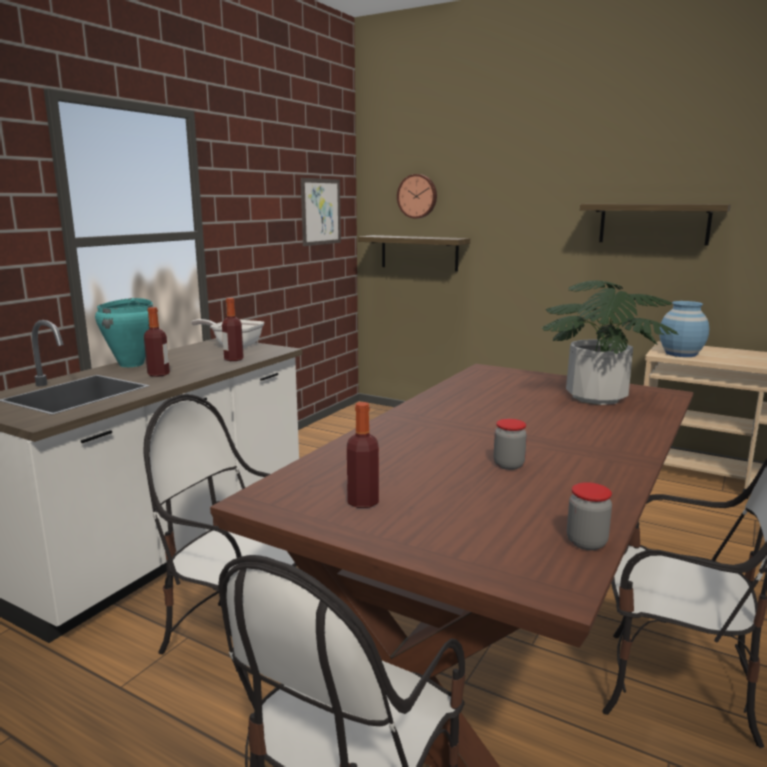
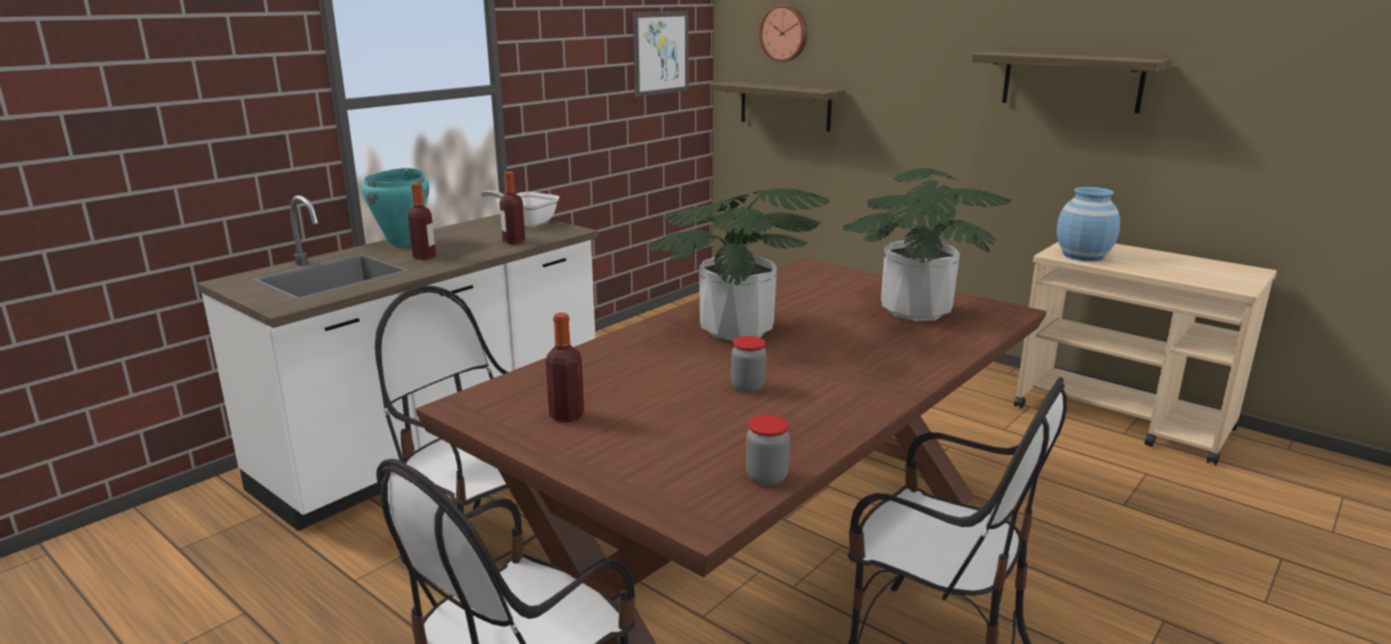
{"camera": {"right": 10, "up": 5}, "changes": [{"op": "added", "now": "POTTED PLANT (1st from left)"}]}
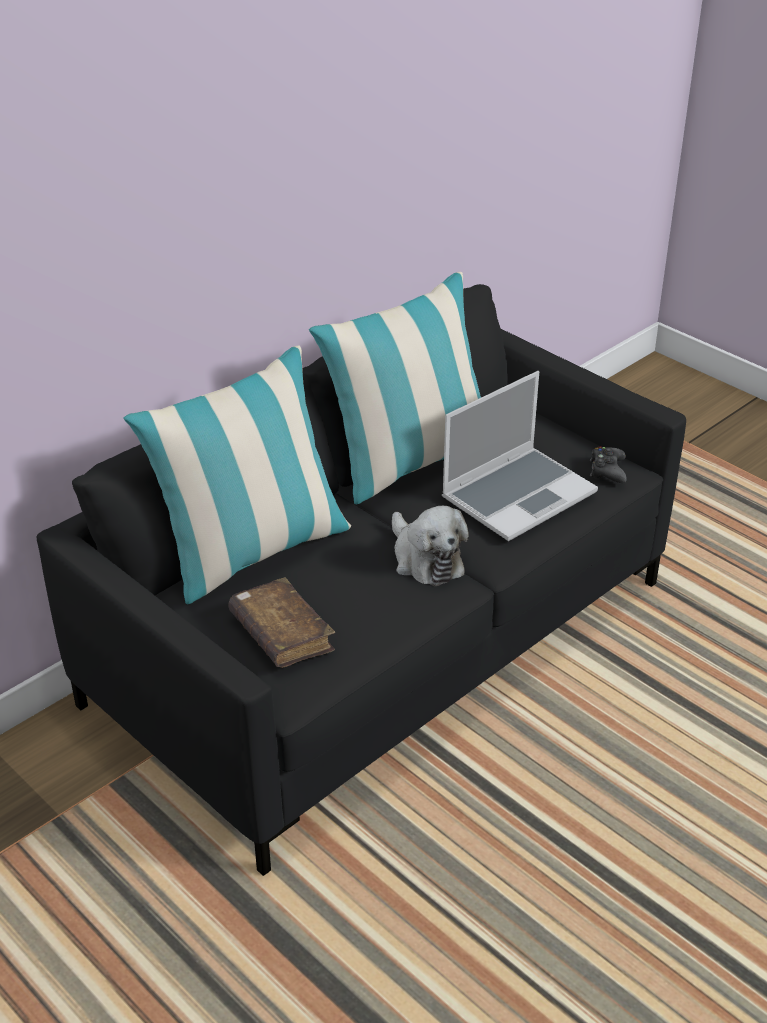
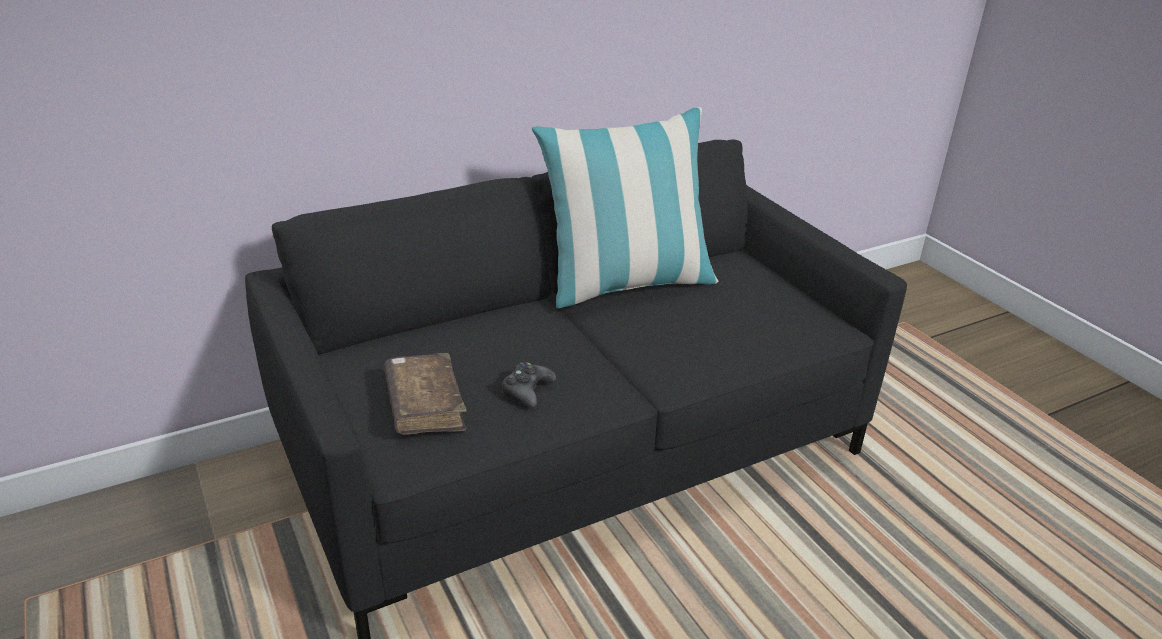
{"camera": {"right": 15, "up": -5}, "changes": [{"op": "removed", "was": "PILLOW (1st from left)"}, {"op": "removed", "was": "PLUSH TOY"}, {"op": "removed", "was": "LAPTOP"}, {"op": "moved", "was": "BLACK GAME CONTROLLER"}]}
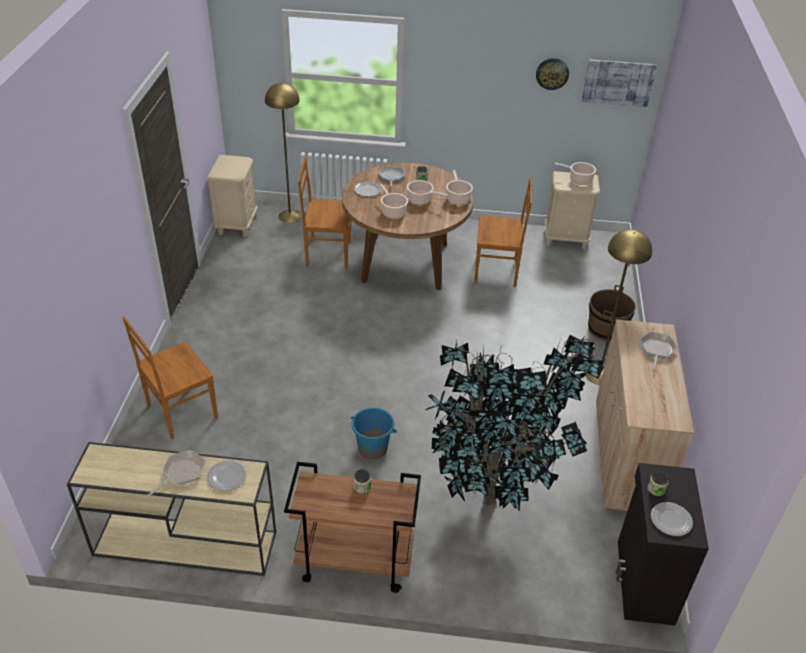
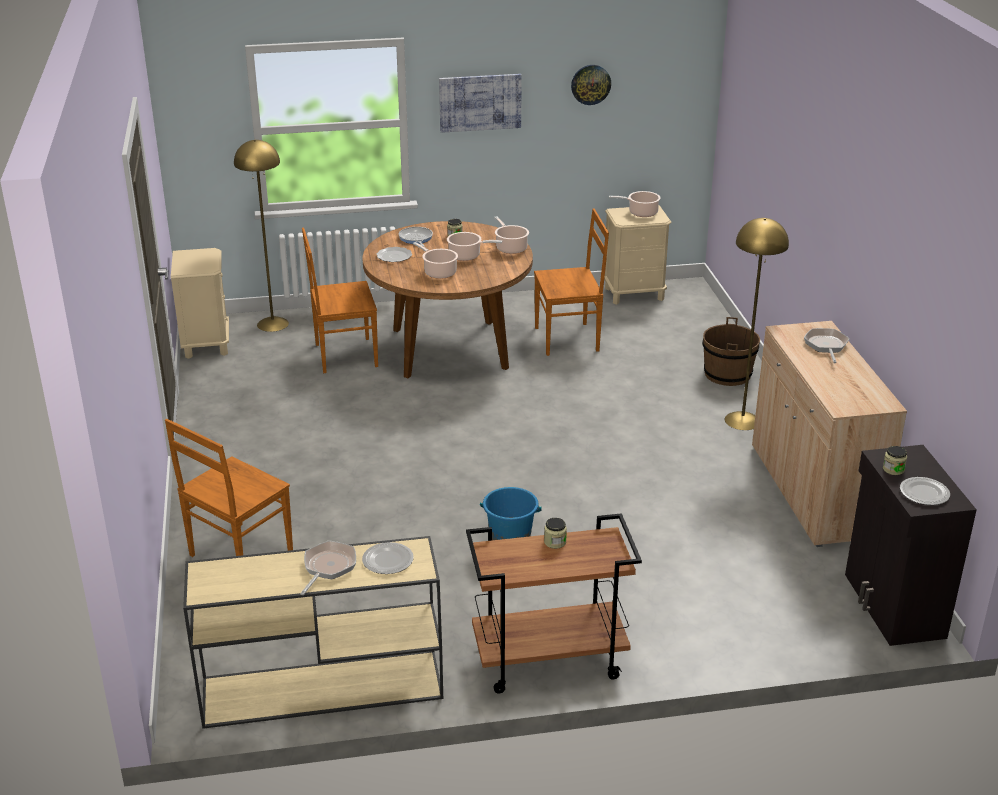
{"camera": {"right": -15, "up": -10}, "changes": [{"op": "removed", "was": "POTTED PLANT"}, {"op": "moved", "was": "PICTURE"}]}
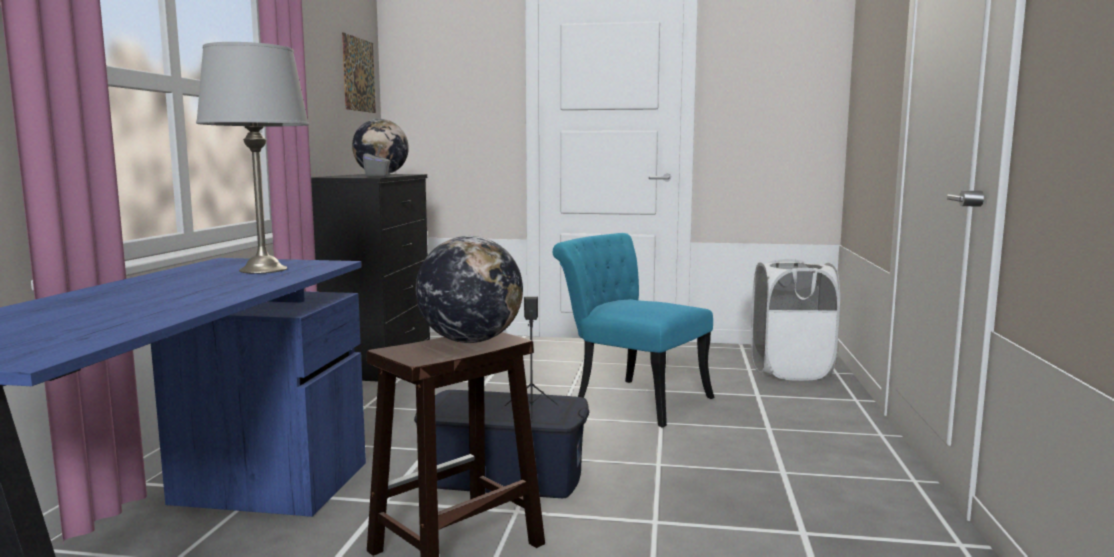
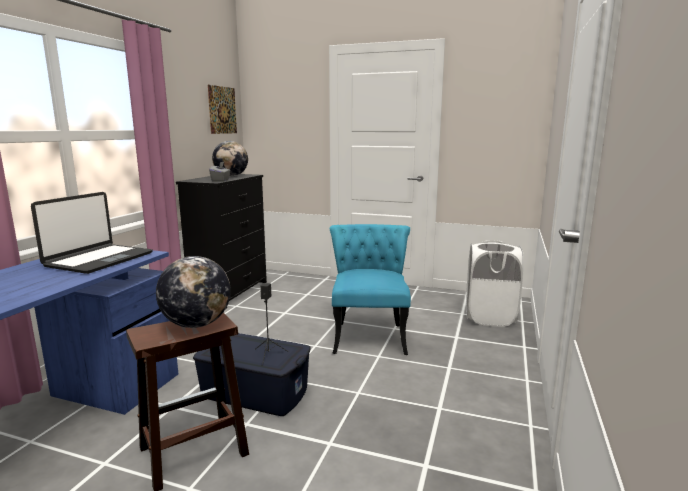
{"camera": {"right": 10, "up": 5}, "changes": [{"op": "replaced", "was": "GREY TABLE LAMP", "now": "LAPTOP"}, {"op": "turned", "was": "TURQUOISE CHAIR", "clockwise": 45}]}
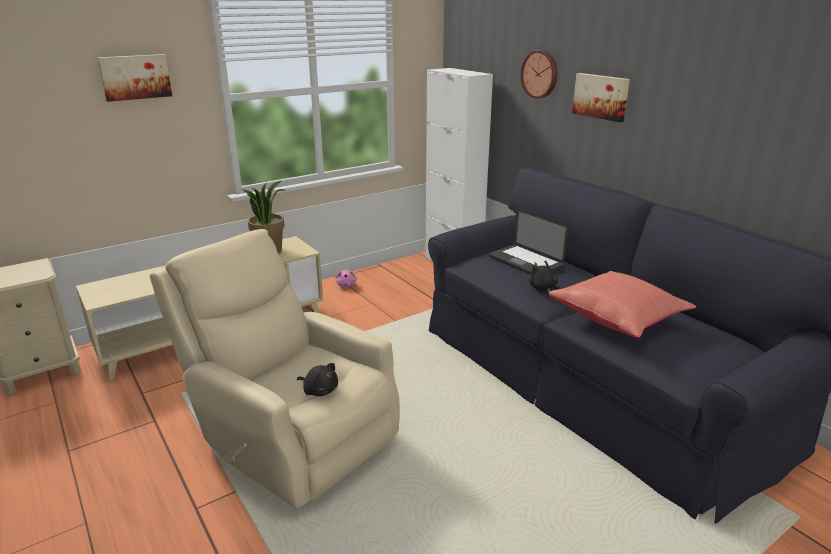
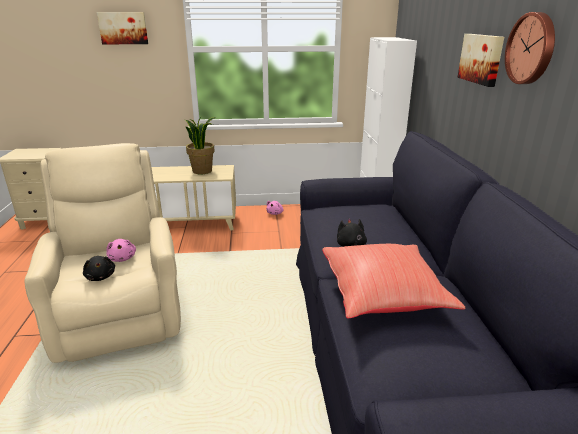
{"camera": {"right": 30, "up": 0}, "changes": [{"op": "removed", "was": "LAPTOP"}, {"op": "moved", "was": "WALL CLOCK"}, {"op": "added", "now": "PINK PLUSH TOY (1st from left)"}]}
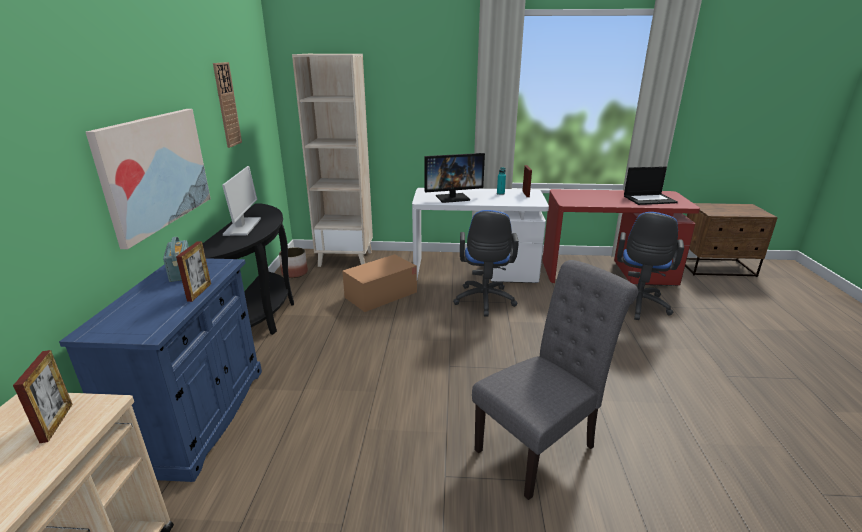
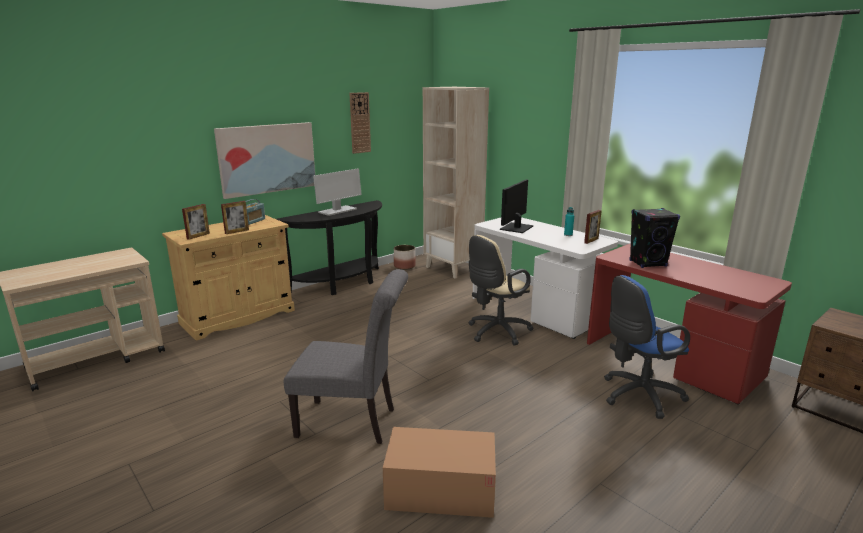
{"camera": {"right": 45, "up": -5}, "changes": [{"op": "moved", "was": "PICTURE FRAME (1st from left)"}, {"op": "recoloured", "was": "BLUE CABINET", "now": "BEIGE CABINET"}, {"op": "moved", "was": "CARDBOARD BOX"}, {"op": "turned", "was": "MONITOR (2nd from left)", "clockwise": 90}, {"op": "recoloured", "was": "BLUE OFFICE CHAIR (1st from left)", "now": "BEIGE OFFICE CHAIR"}, {"op": "removed", "was": "LAPTOP"}, {"op": "added", "now": "BLACK SPEAKER"}]}
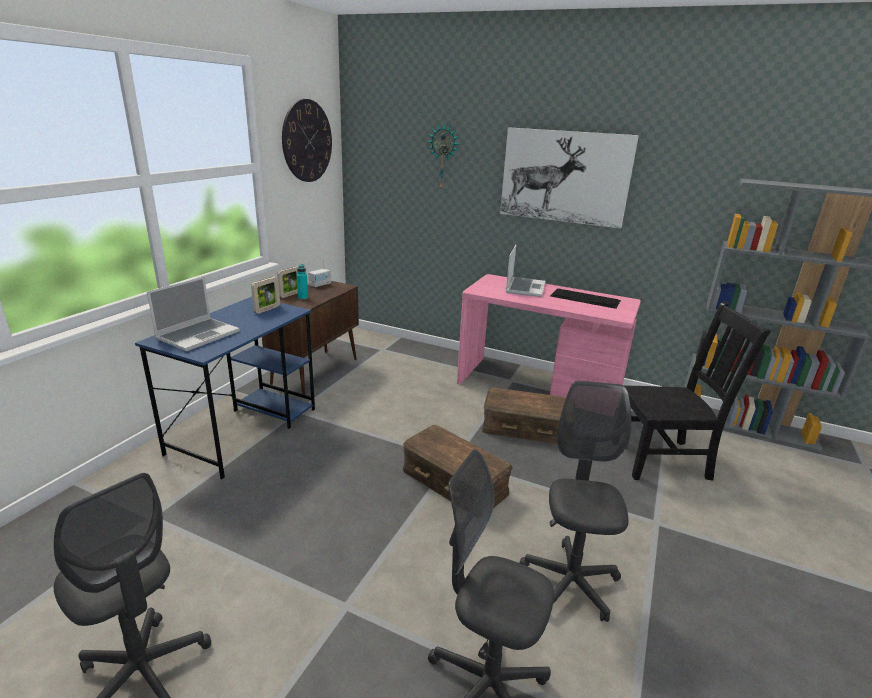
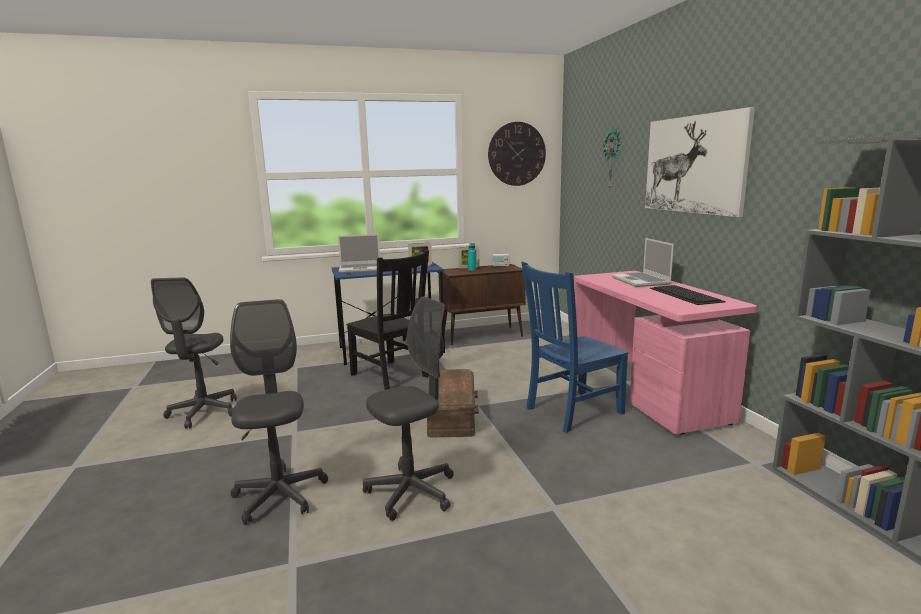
{"camera": {"right": 50, "up": -10}, "changes": [{"op": "replaced", "was": "BROWN STORAGE BOX (2nd from left)", "now": "BLUE CHAIR"}, {"op": "turned", "was": "LAPTOP (2nd from left)", "clockwise": 105}, {"op": "moved", "was": "BLACK CHAIR"}]}
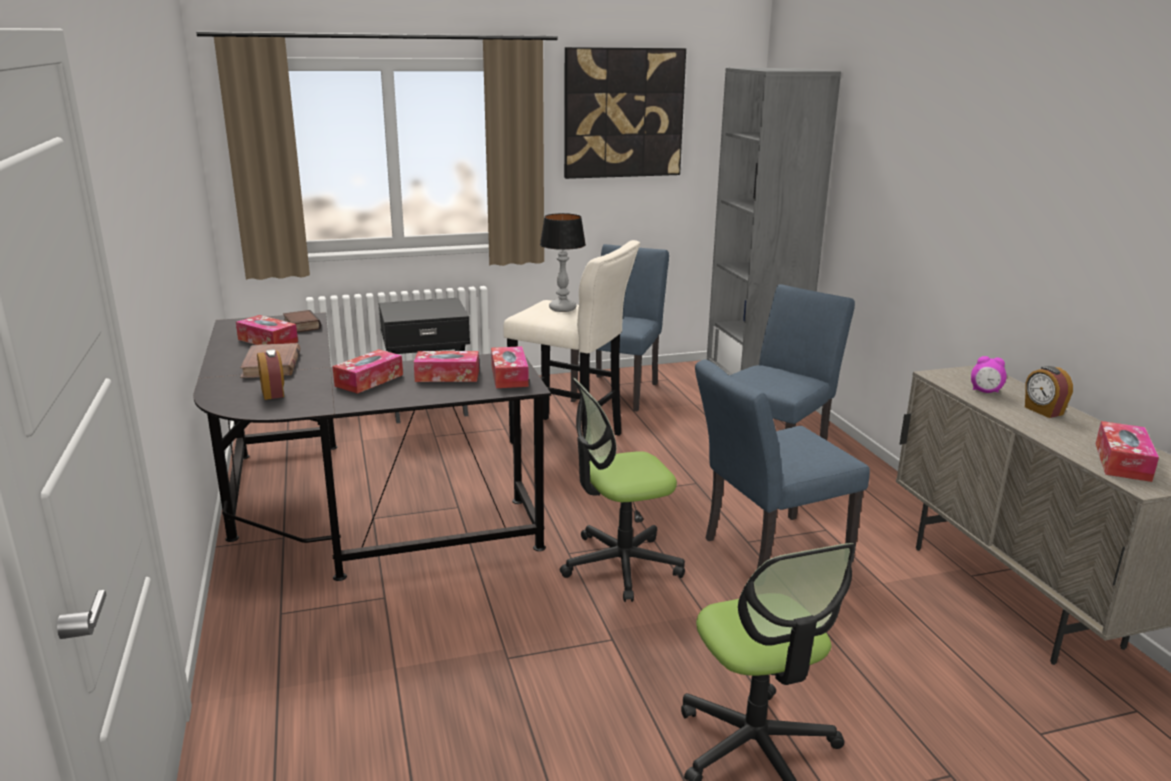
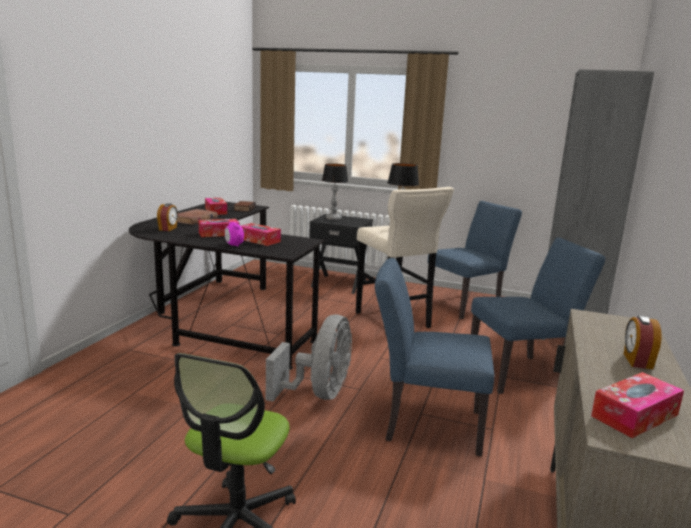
{"camera": {"right": 35, "up": -5}, "changes": [{"op": "removed", "was": "TISSUE BOX (4th from left)"}, {"op": "replaced", "was": "OFFICE CHAIR (1st from left)", "now": "GREY FAN"}, {"op": "removed", "was": "PICTURE"}, {"op": "moved", "was": "ALARM CLOCK (2nd from left)"}, {"op": "added", "now": "TABLE LAMP (1st from left)"}]}
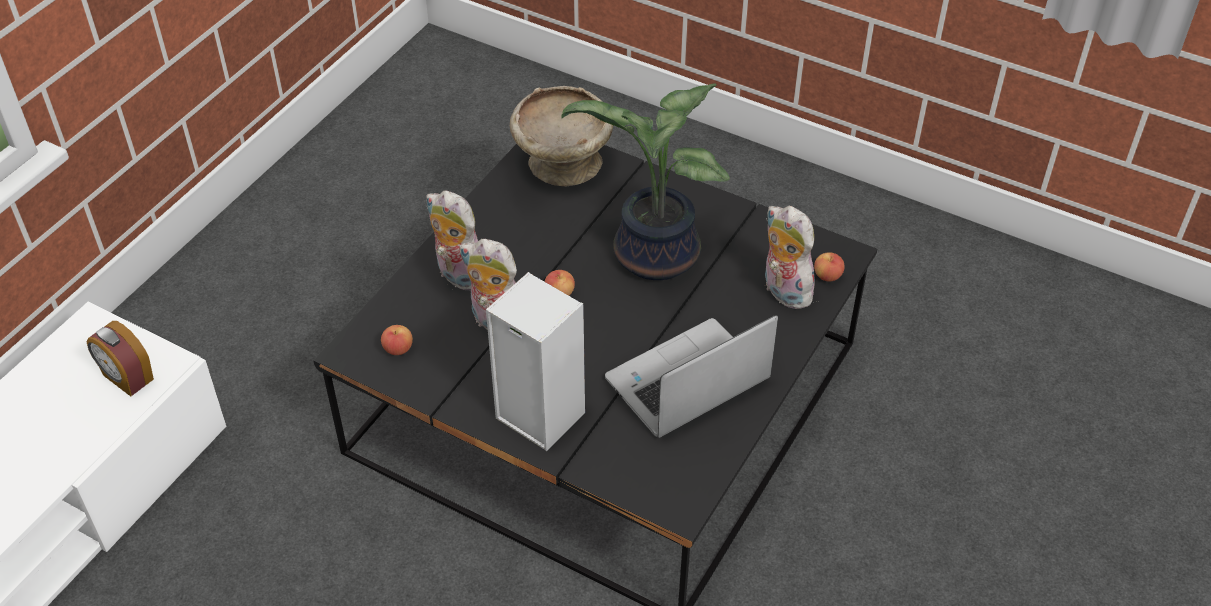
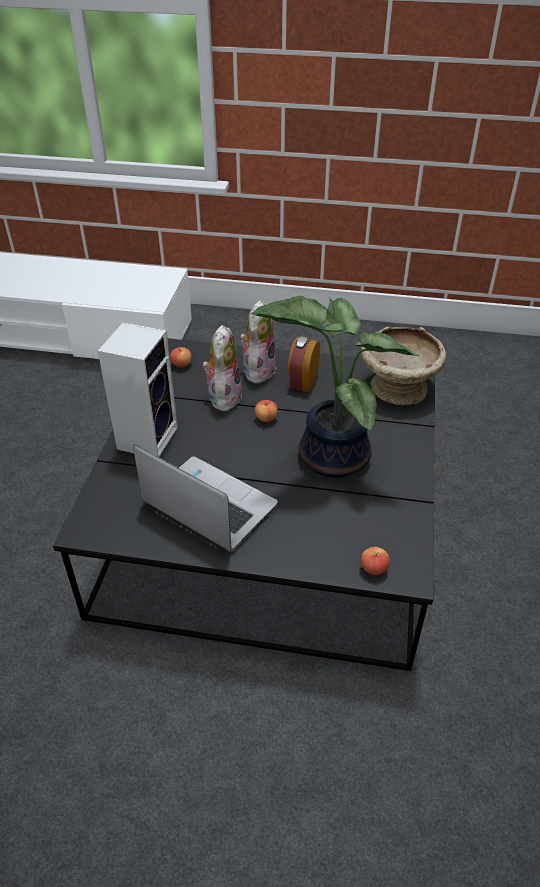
{"camera": {"right": 70, "up": -5}, "changes": [{"op": "moved", "was": "ALARM CLOCK"}, {"op": "removed", "was": "PLUSH TOY (3rd from left)"}]}
